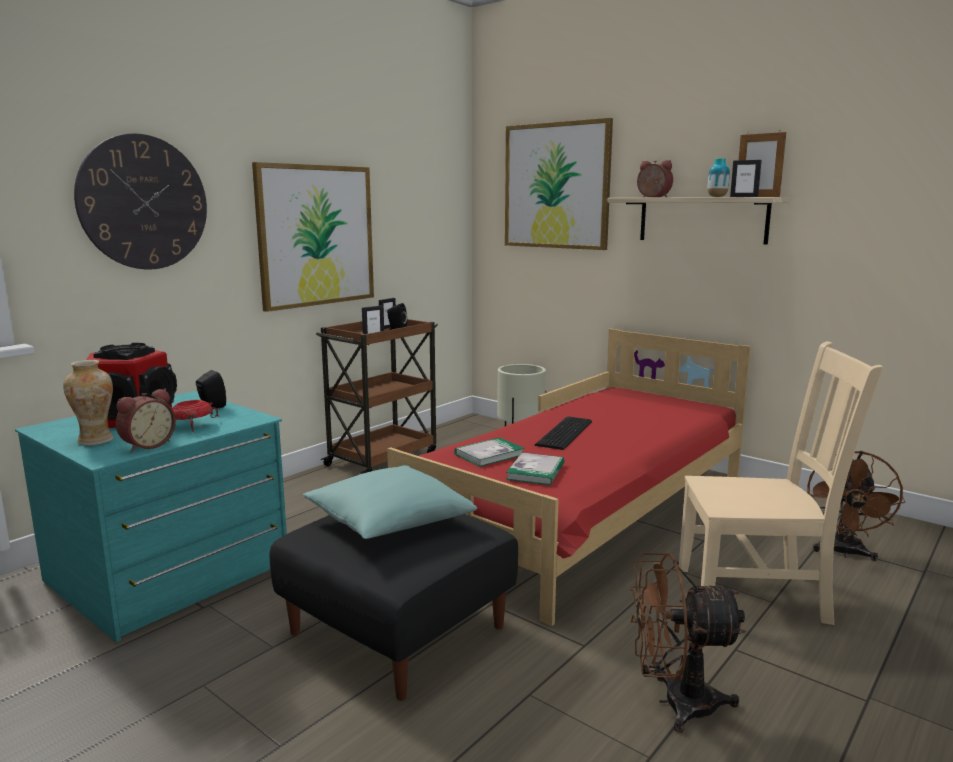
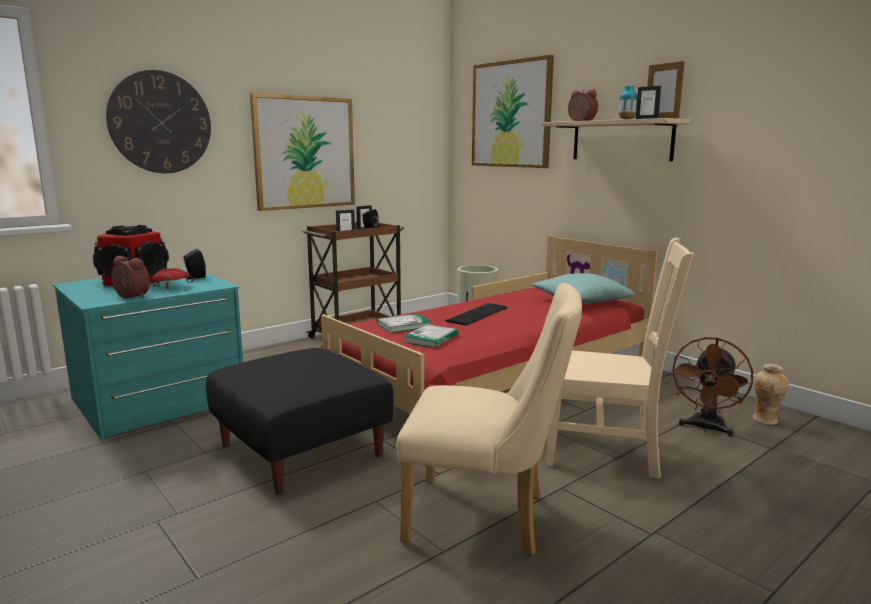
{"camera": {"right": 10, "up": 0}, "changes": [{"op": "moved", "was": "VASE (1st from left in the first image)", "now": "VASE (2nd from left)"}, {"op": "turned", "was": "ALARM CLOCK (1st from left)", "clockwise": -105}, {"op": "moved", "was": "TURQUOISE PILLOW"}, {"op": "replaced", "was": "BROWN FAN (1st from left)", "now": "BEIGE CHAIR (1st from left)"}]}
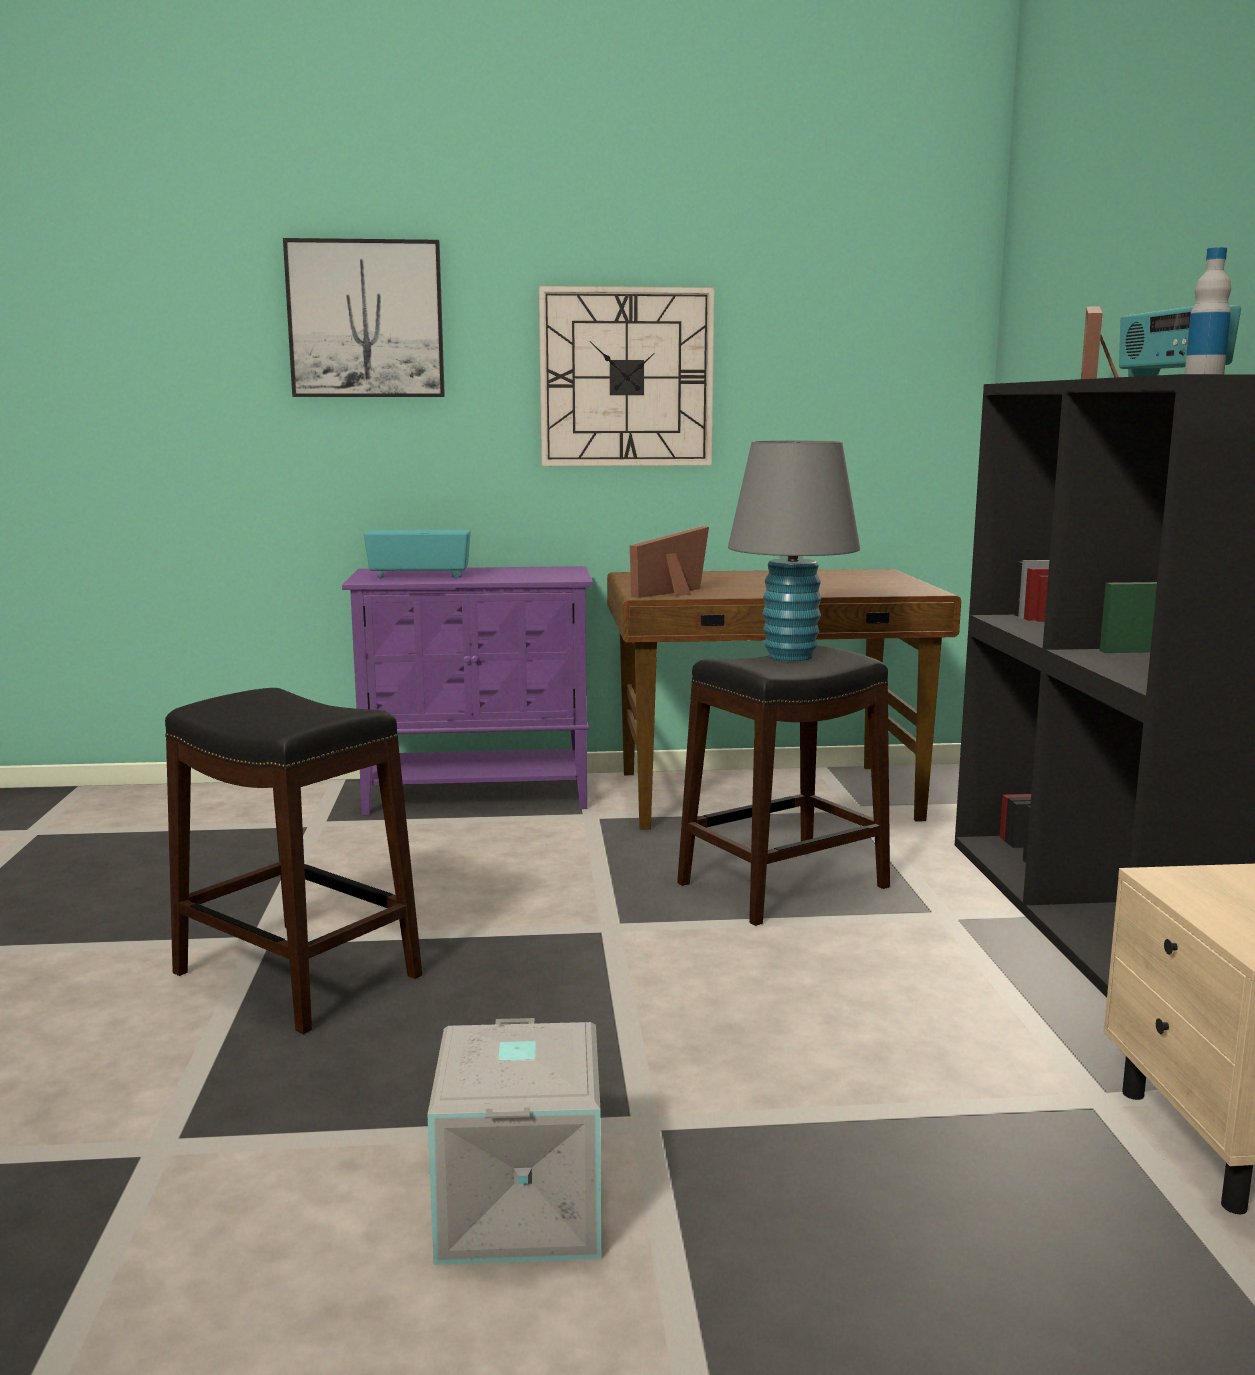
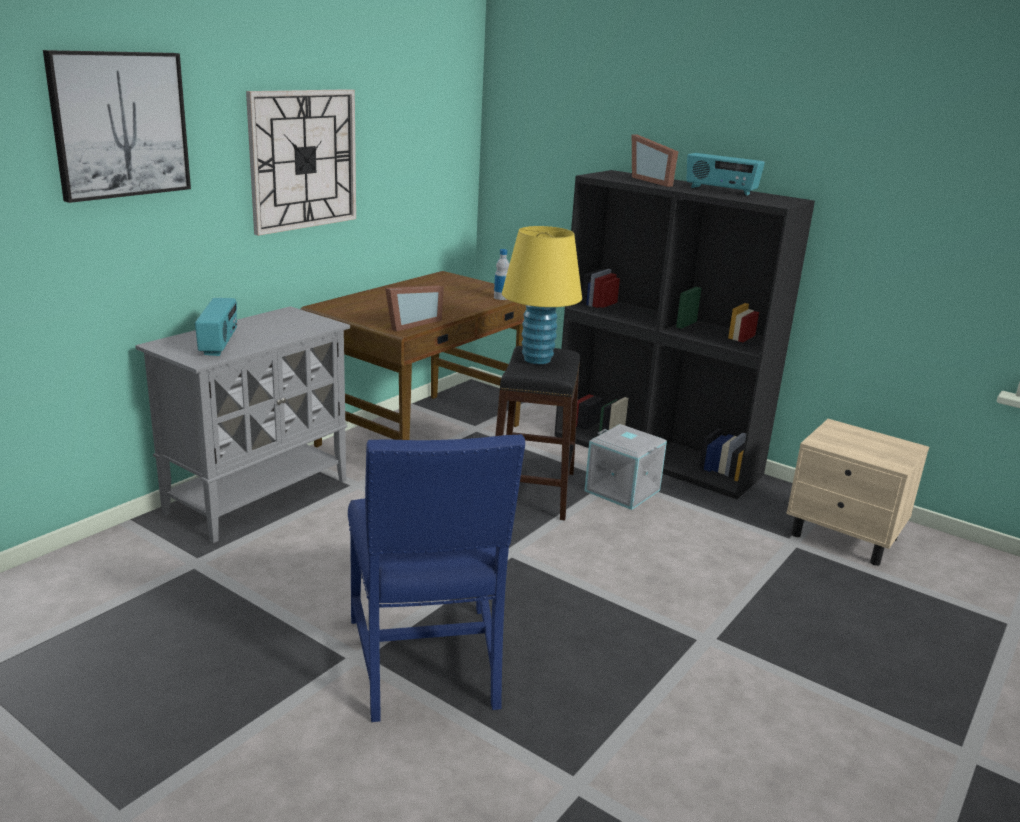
{"camera": {"right": -50, "up": 10}, "changes": [{"op": "replaced", "was": "BLACK STOOL (1st from left)", "now": "BLUE CHAIR"}, {"op": "recoloured", "was": "PURPLE CABINET", "now": "GREY CABINET"}, {"op": "turned", "was": "RADIO (1st from left)", "clockwise": 135}, {"op": "moved", "was": "GREY STORAGE BOX"}, {"op": "turned", "was": "PICTURE FRAME (1st from left)", "clockwise": -135}, {"op": "recoloured", "was": "GREY TABLE LAMP", "now": "YELLOW TABLE LAMP"}, {"op": "moved", "was": "BOTTLE"}]}
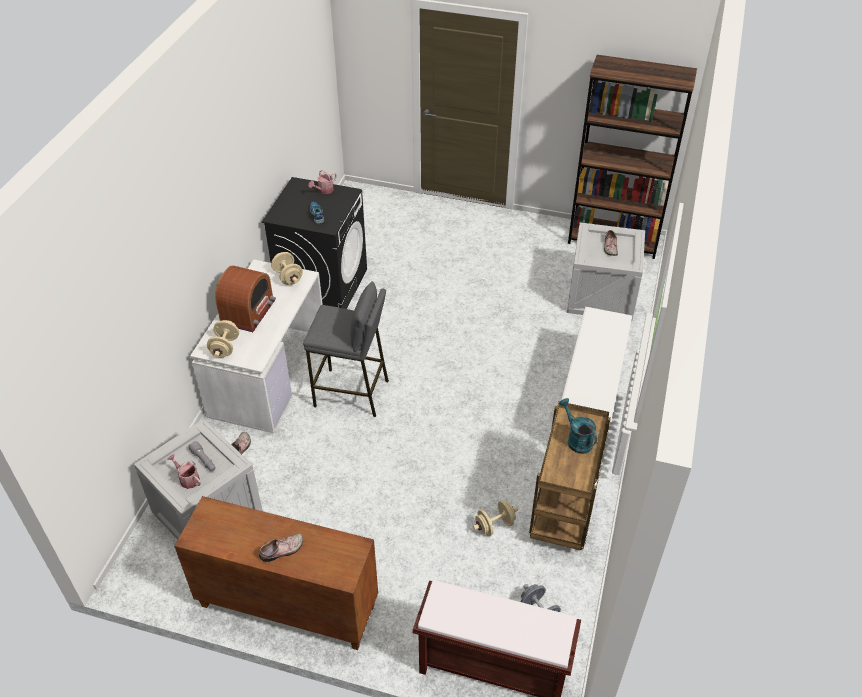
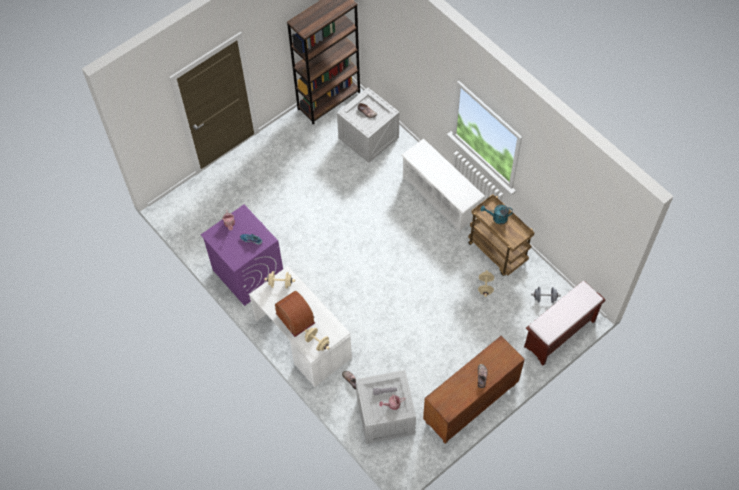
{"camera": {"right": -55, "up": 15}, "changes": [{"op": "recoloured", "was": "BLACK WASHING MACHINE", "now": "PURPLE WASHING MACHINE"}, {"op": "removed", "was": "GREY STOOL"}]}
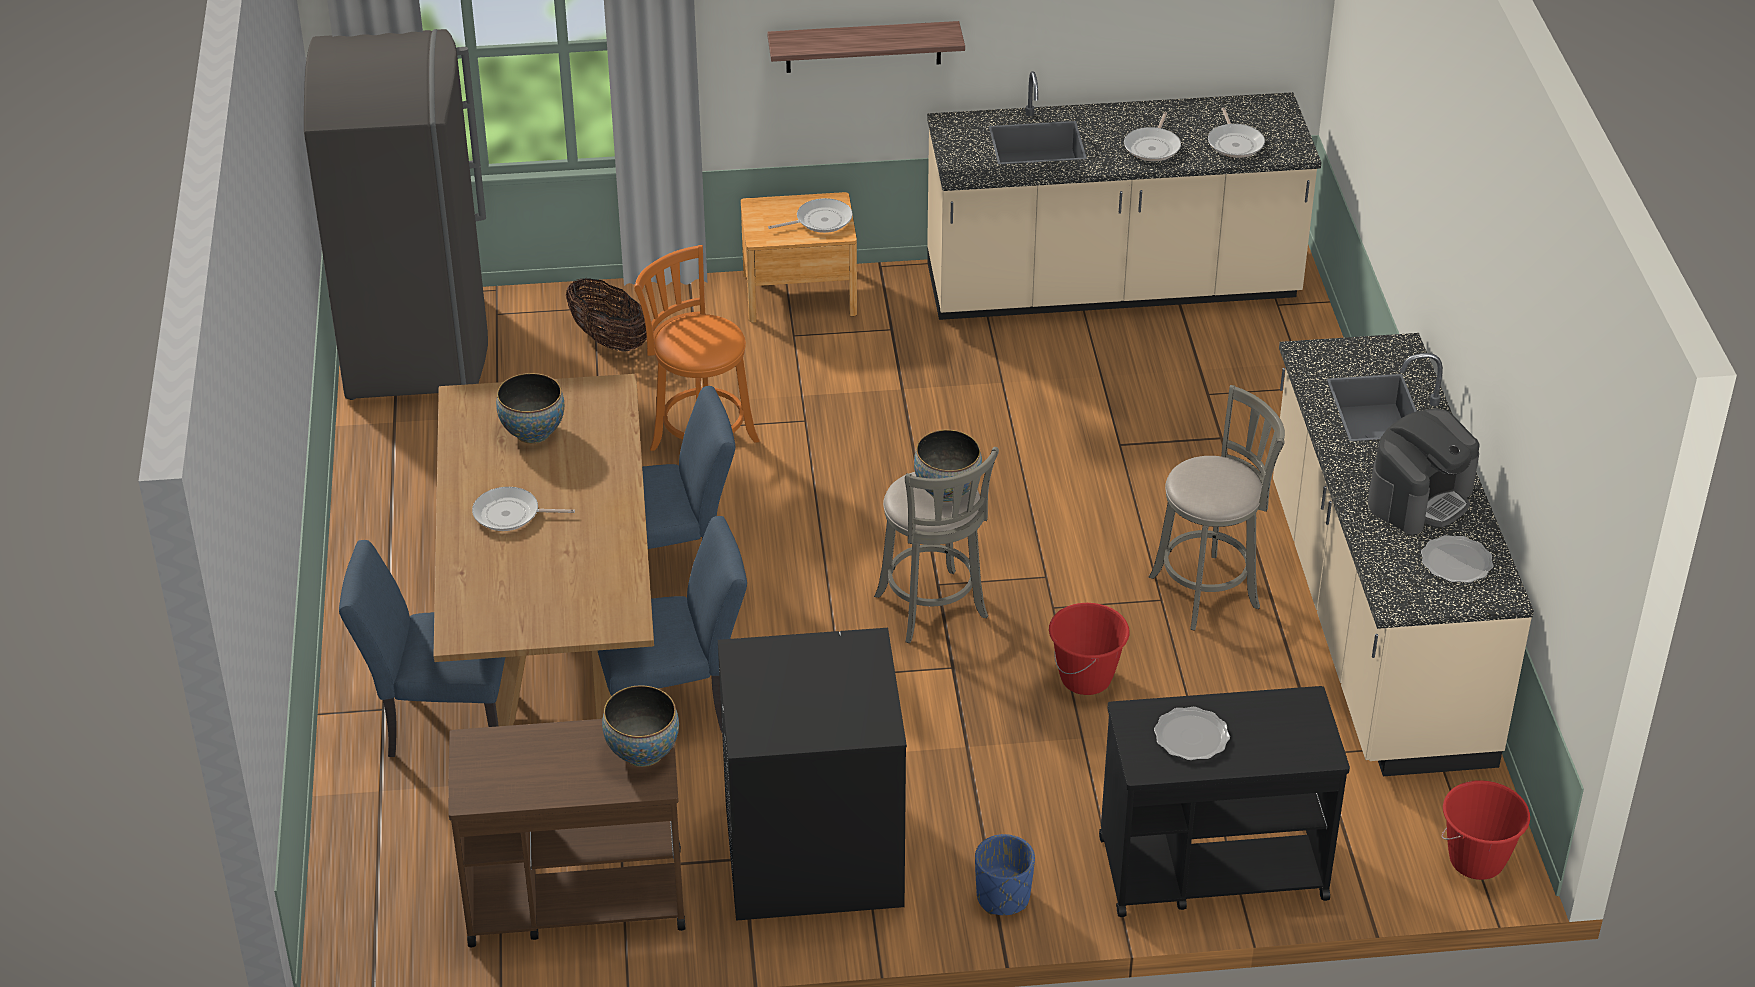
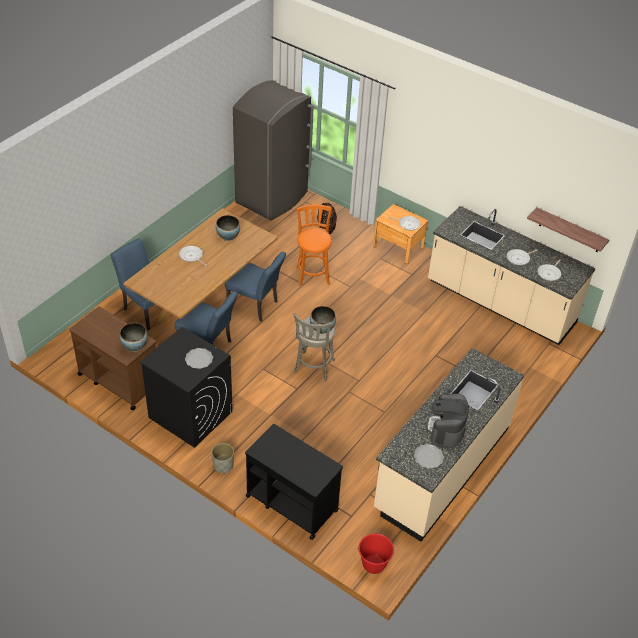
{"camera": {"right": 40, "up": 5}, "changes": [{"op": "moved", "was": "SHELF"}, {"op": "recoloured", "was": "BLUE PLANTER", "now": "GREY PLANTER"}, {"op": "removed", "was": "RED BUCKET (1st from left)"}, {"op": "removed", "was": "GREY STOOL (2nd from left)"}, {"op": "moved", "was": "PLATE (1st from left)"}, {"op": "turned", "was": "COFFEE MACHINE", "clockwise": 105}]}
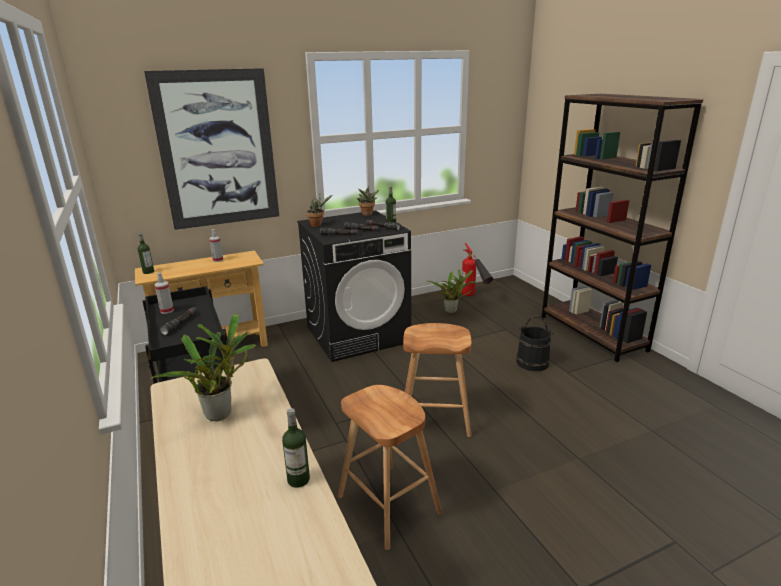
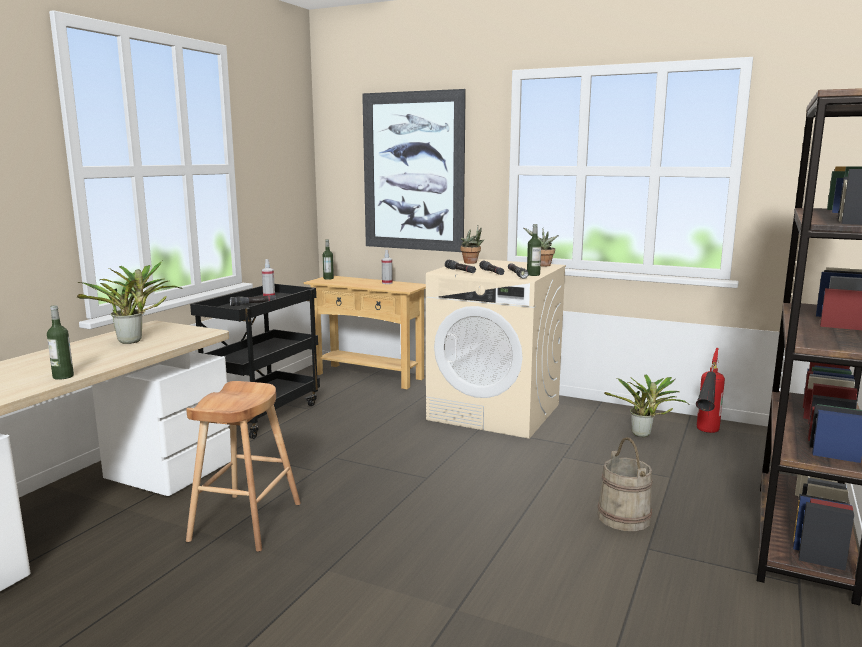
{"camera": {"right": 50, "up": -10}, "changes": [{"op": "recoloured", "was": "BLACK WASHING MACHINE", "now": "BEIGE WASHING MACHINE"}, {"op": "removed", "was": "BROWN STOOL (2nd from left)"}, {"op": "recoloured", "was": "BLACK BUCKET", "now": "BEIGE BUCKET"}]}
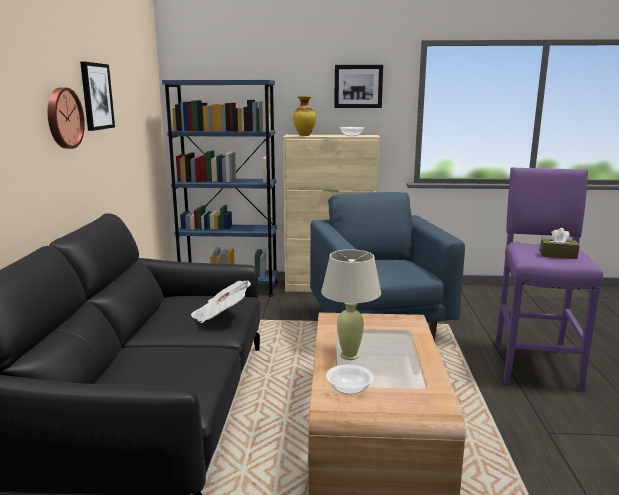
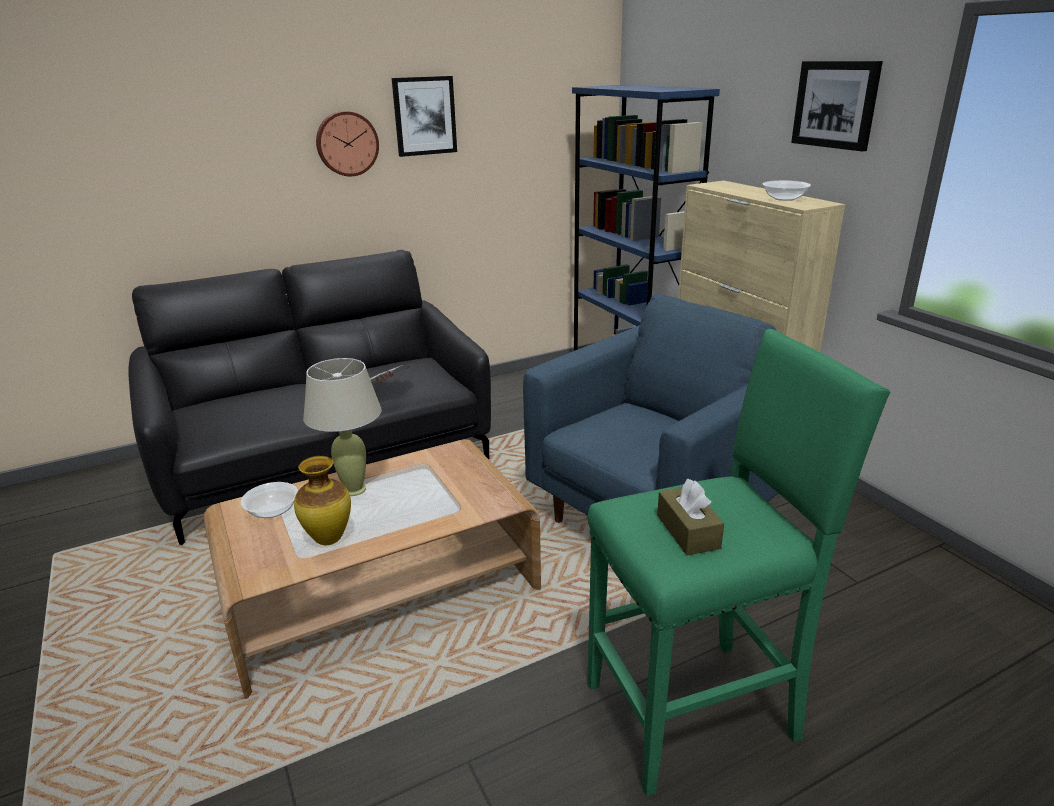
{"camera": {"right": 60, "up": 10}, "changes": [{"op": "moved", "was": "VASE"}, {"op": "recoloured", "was": "PURPLE STOOL", "now": "GREEN STOOL"}]}
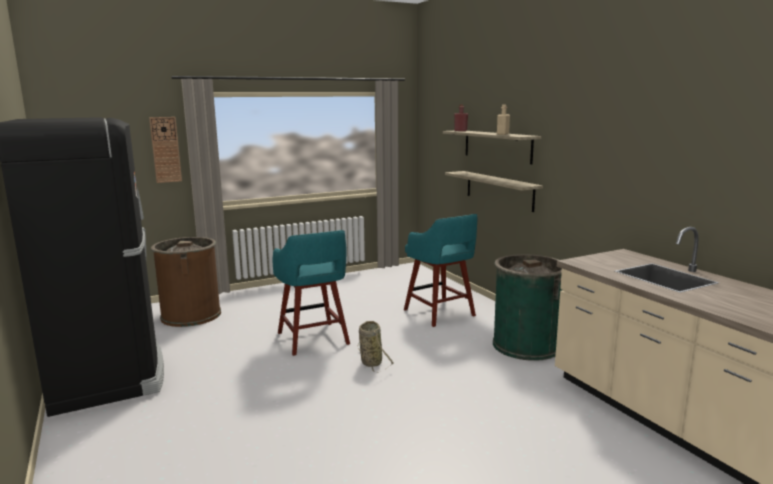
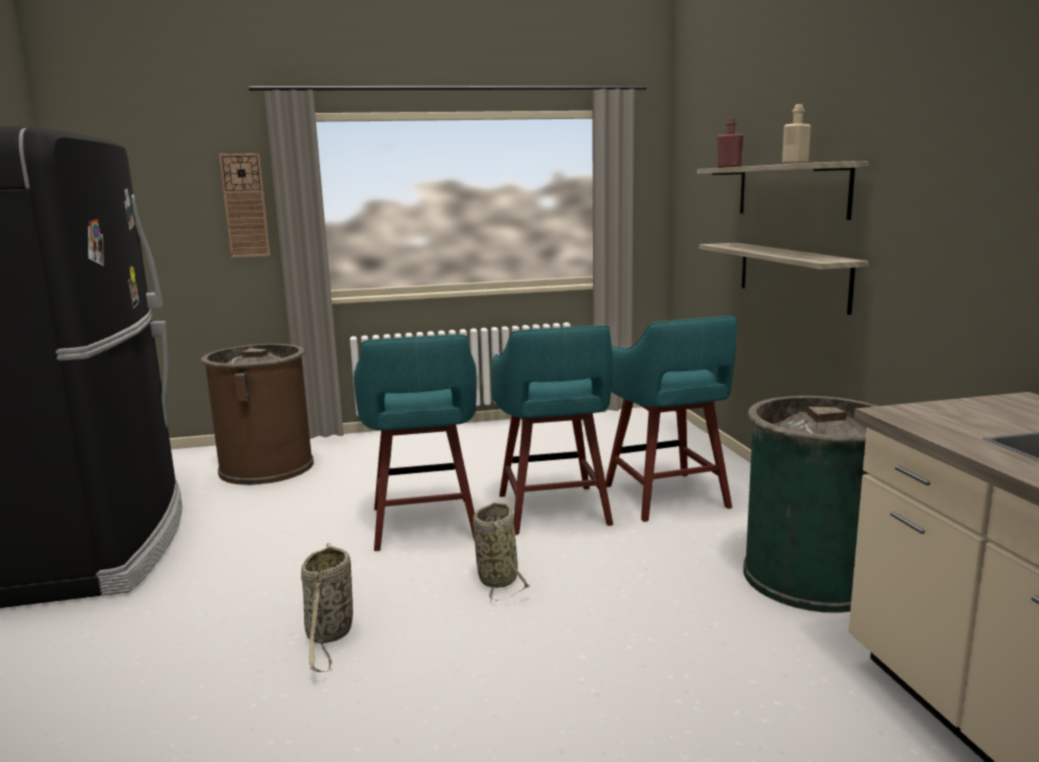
{"camera": {"right": 15, "up": 0}, "changes": [{"op": "added", "now": "BASKET (1st from left)"}, {"op": "added", "now": "TURQUOISE STOOL (2nd from left)"}]}
